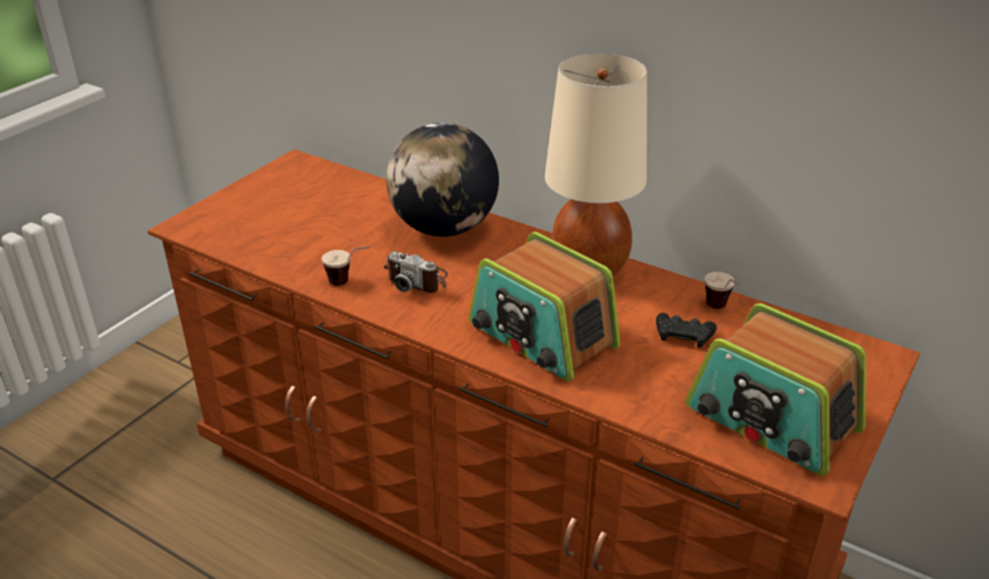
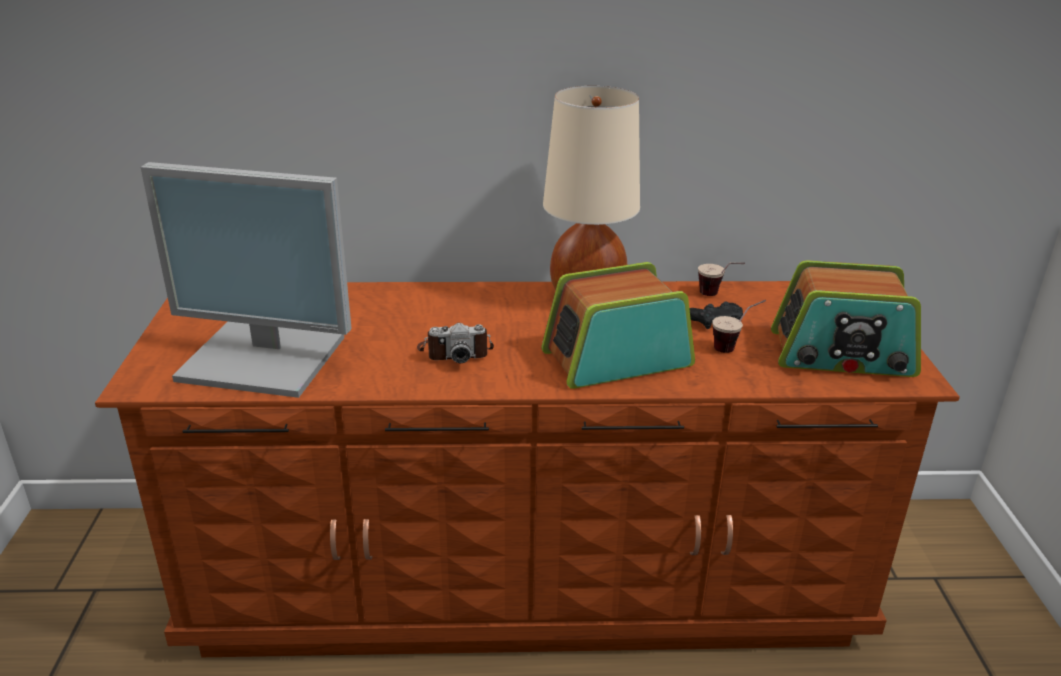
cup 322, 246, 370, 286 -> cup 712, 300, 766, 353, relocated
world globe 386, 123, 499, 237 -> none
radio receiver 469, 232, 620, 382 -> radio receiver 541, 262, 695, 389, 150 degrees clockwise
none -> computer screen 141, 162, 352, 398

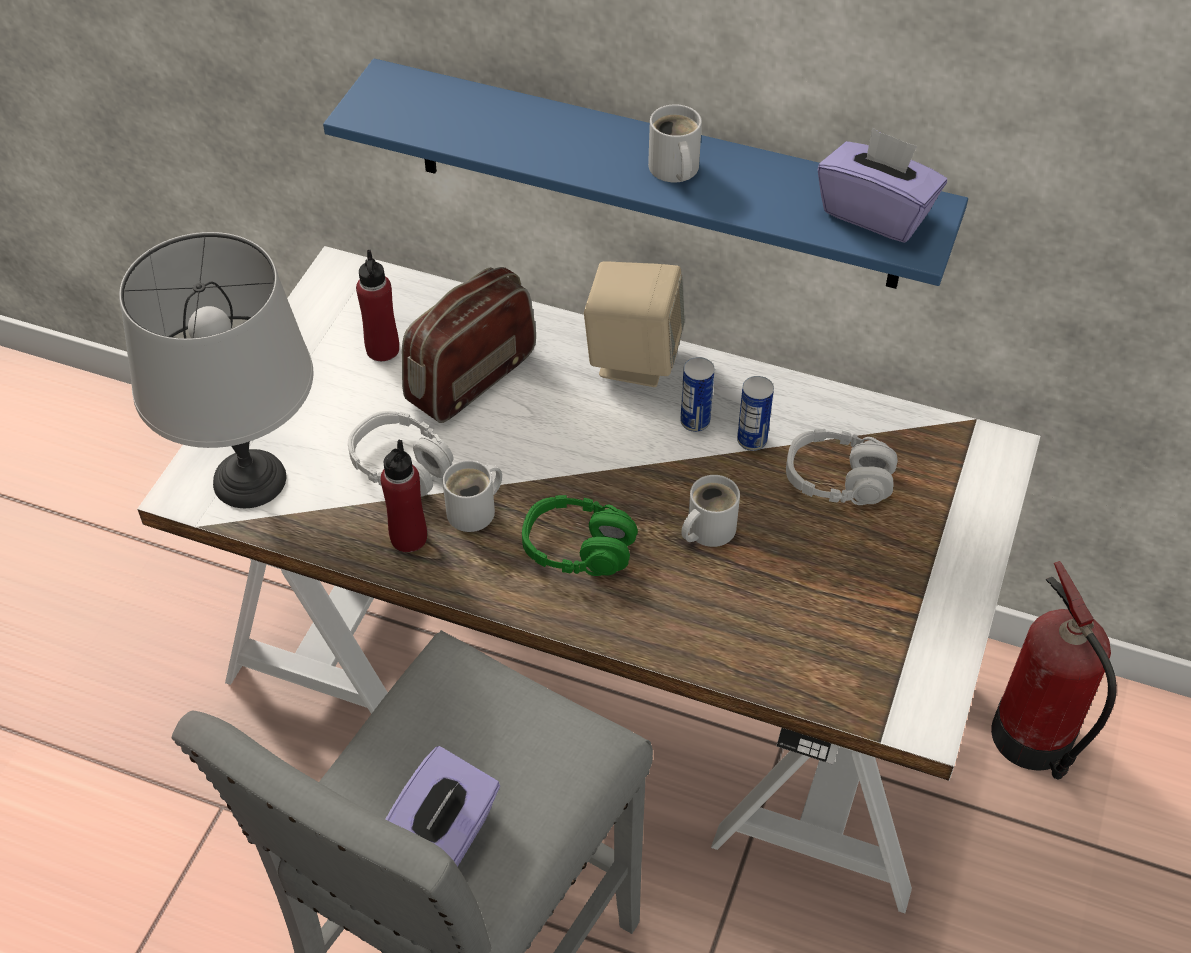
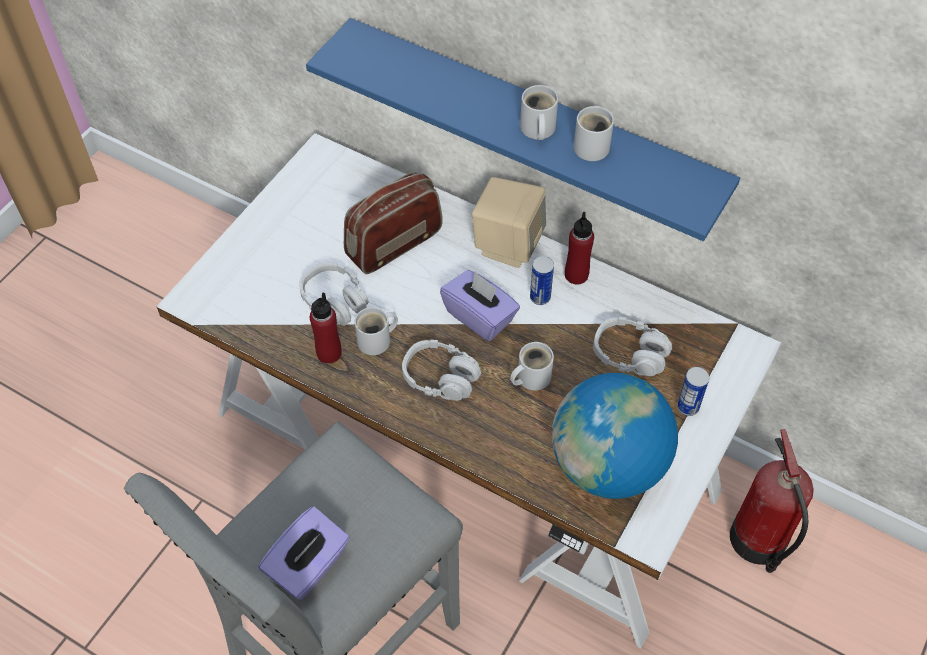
gray lamp for a table 119, 232, 313, 508 -> none
reddish beverage bottle 356, 250, 399, 361 -> reddish beverage bottle 565, 212, 594, 284, relocated
green-coloured headphones 522, 495, 638, 576 -> gray headphones 402, 340, 481, 401
metal can 737, 376, 774, 451 -> metal can 677, 367, 709, 416, relocated
purple-coloured tissue holder 818, 128, 947, 243 -> purple-coloured tissue holder 440, 270, 520, 341, relocated
none -> world globe 552, 373, 678, 499
none -> white mug 574, 106, 614, 161

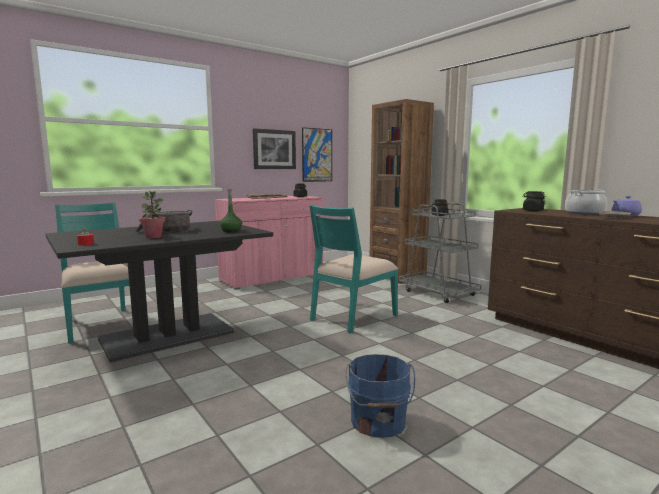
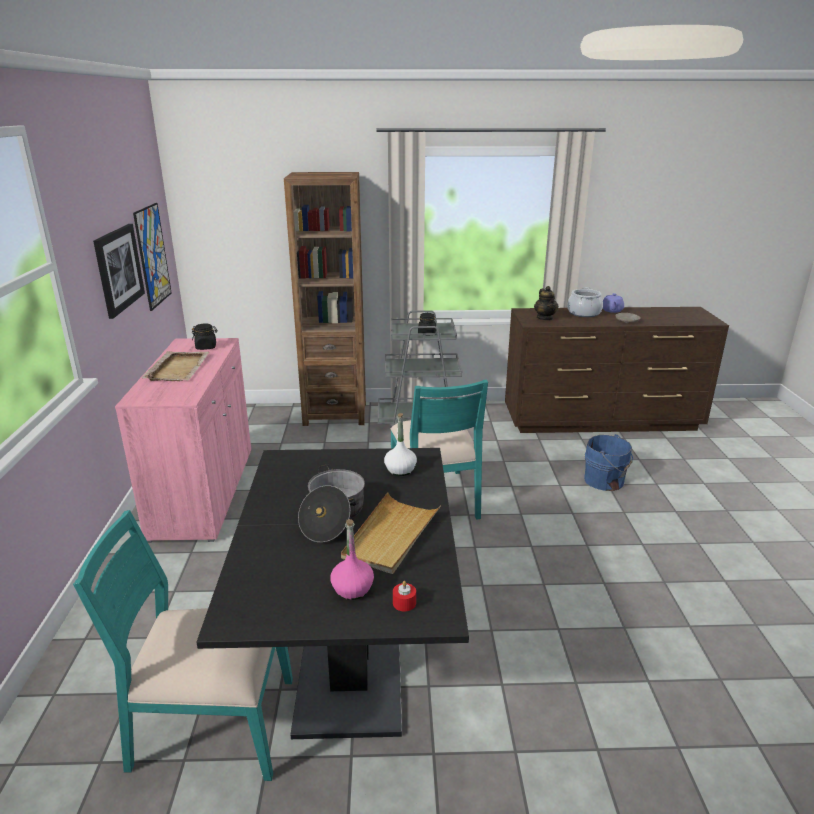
potted plant 139, 191, 165, 238 -> beige-coloured serving tray 341, 492, 441, 574
green-coloured beverage bottle 220, 189, 242, 232 -> white beverage bottle 384, 413, 417, 476
blue-coloured water bucket 345, 354, 415, 438 -> blue-coloured water bucket 584, 434, 633, 491, relocated
blackish storage jar 522, 191, 546, 211 -> tea pot 534, 286, 558, 321
none -> pink beverage bottle 330, 519, 374, 600

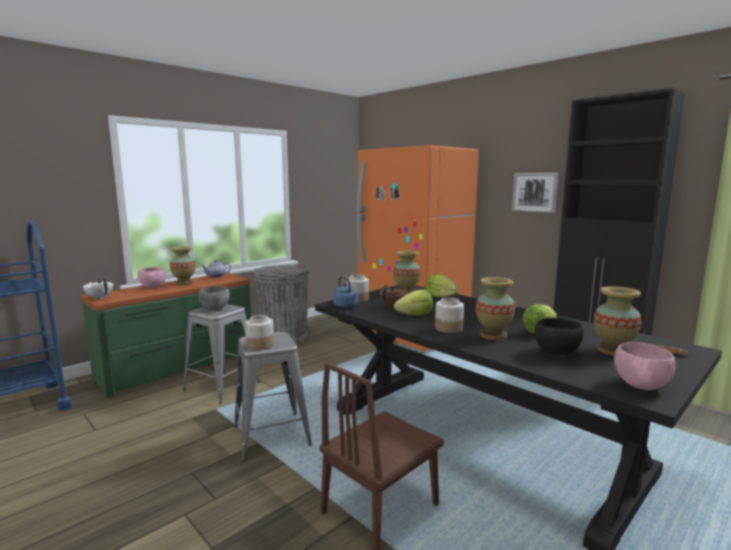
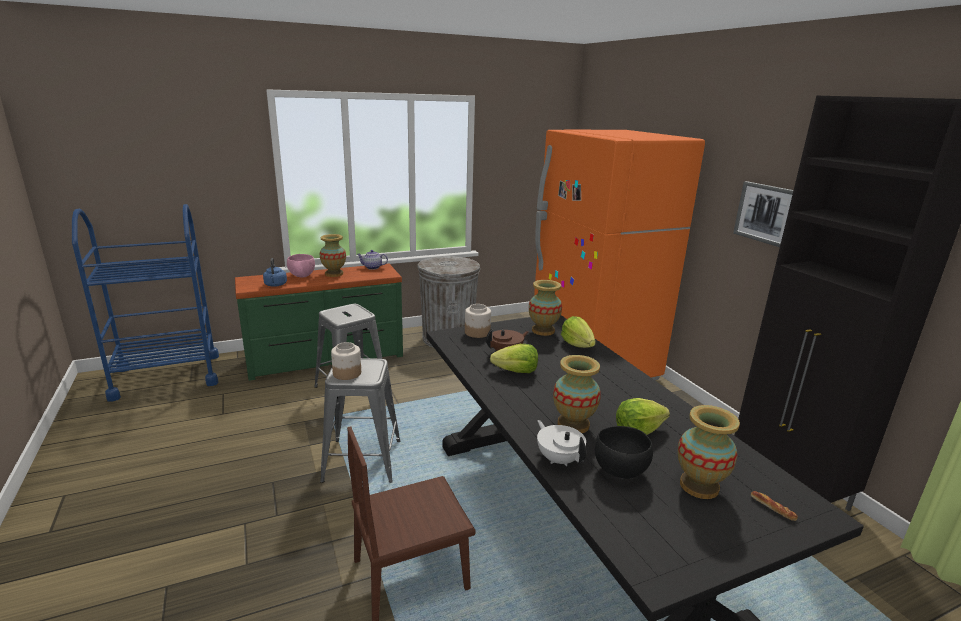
white tea pot 83, 277, 113, 299 -> white tea pot 537, 420, 586, 466, relocated
gray bowl 199, 286, 230, 310 -> none
blue-coloured kettle 333, 276, 358, 308 -> blue-coloured kettle 263, 258, 287, 287, relocated
storage jar 435, 297, 464, 333 -> none
pink bowl 614, 342, 676, 390 -> none

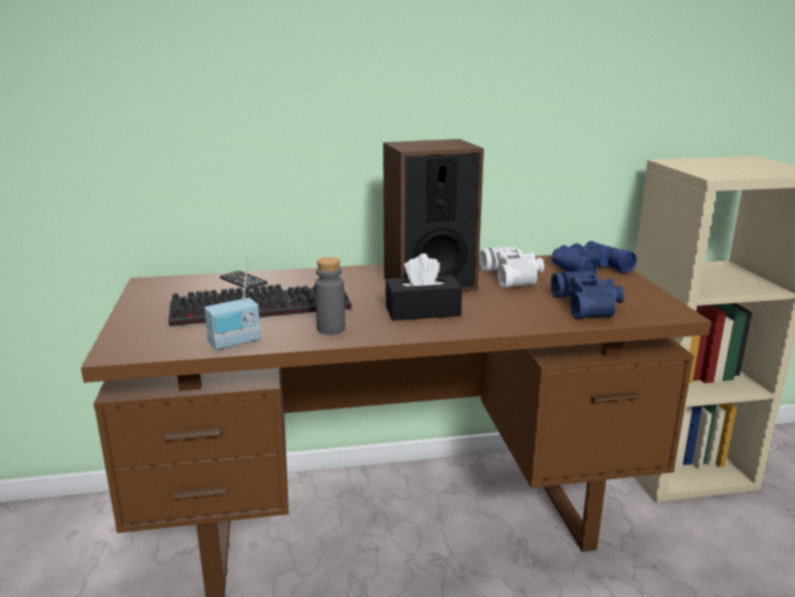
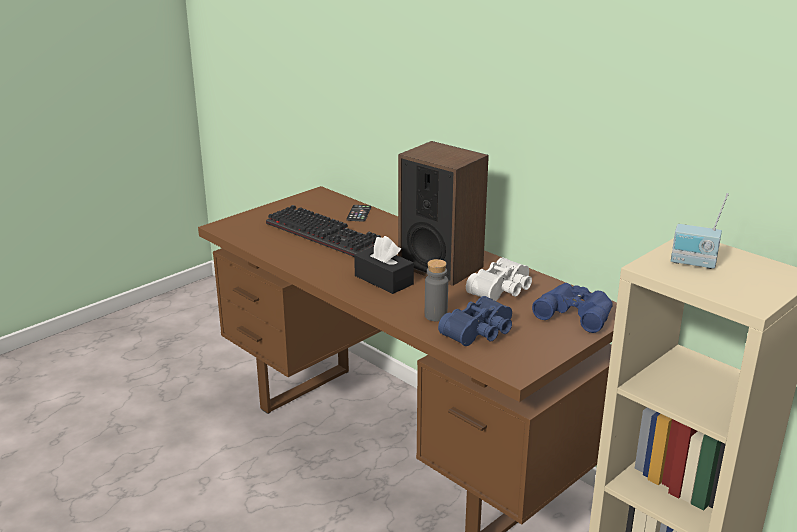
radio receiver 204, 256, 261, 350 -> radio receiver 671, 193, 729, 269, relocated
gray beverage bottle 315, 257, 345, 335 -> gray beverage bottle 425, 259, 448, 321, relocated

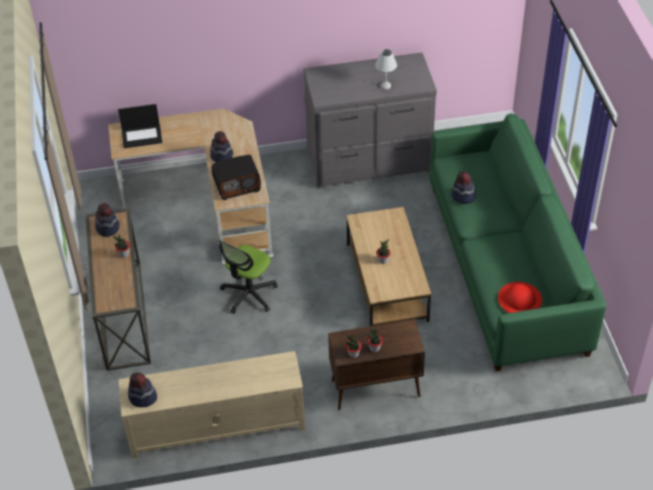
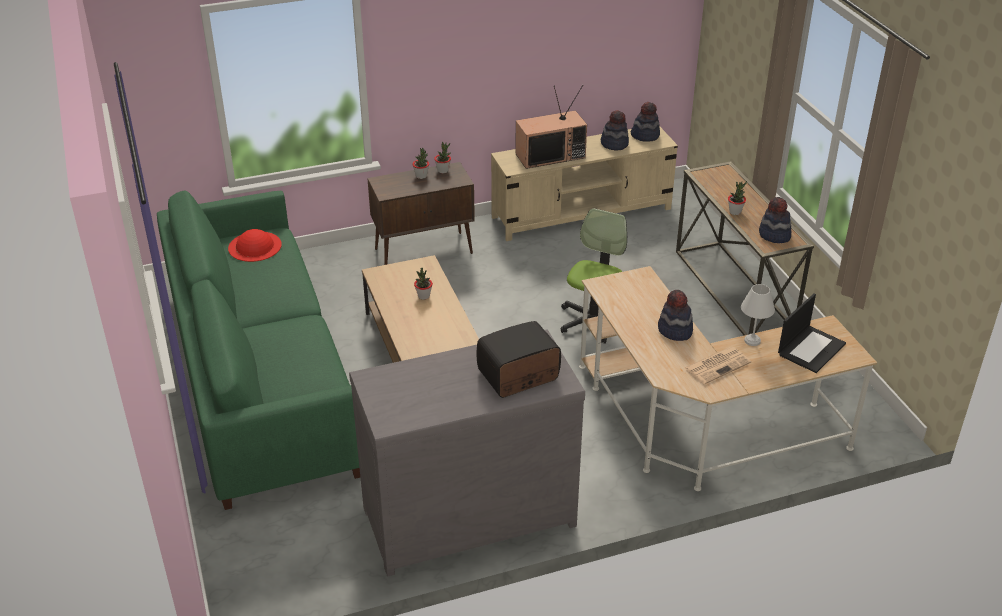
laptop 118, 104, 162, 148 -> laptop 778, 293, 846, 373, 150 degrees clockwise
radio receiver 212, 155, 261, 200 -> radio receiver 476, 321, 561, 398, relocated
white lamp for a table 375, 49, 397, 90 -> white lamp for a table 741, 284, 775, 346, relocated
hat 451, 171, 475, 204 -> hat 601, 110, 629, 151, relocated
none -> TV set 515, 85, 587, 169
none -> daily paper 684, 347, 751, 384

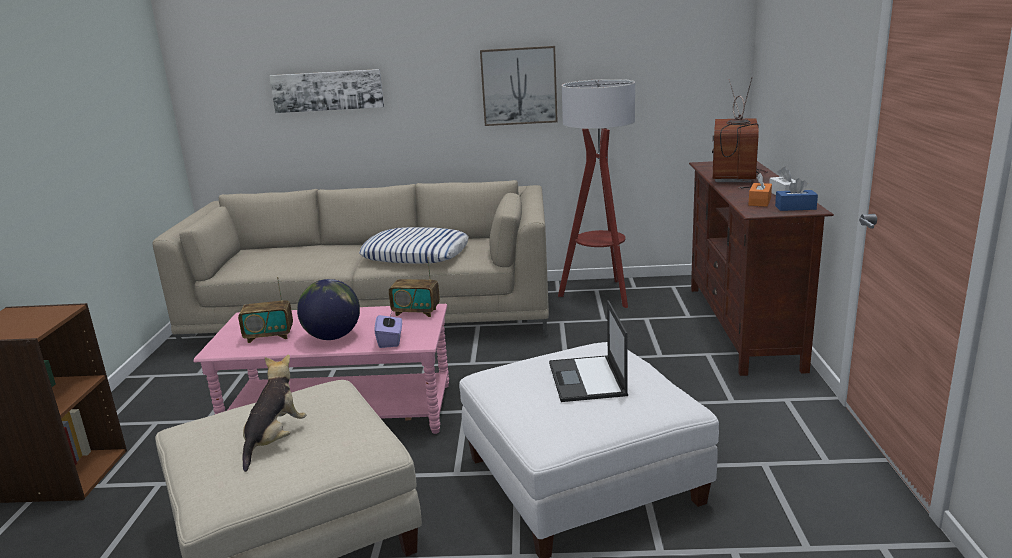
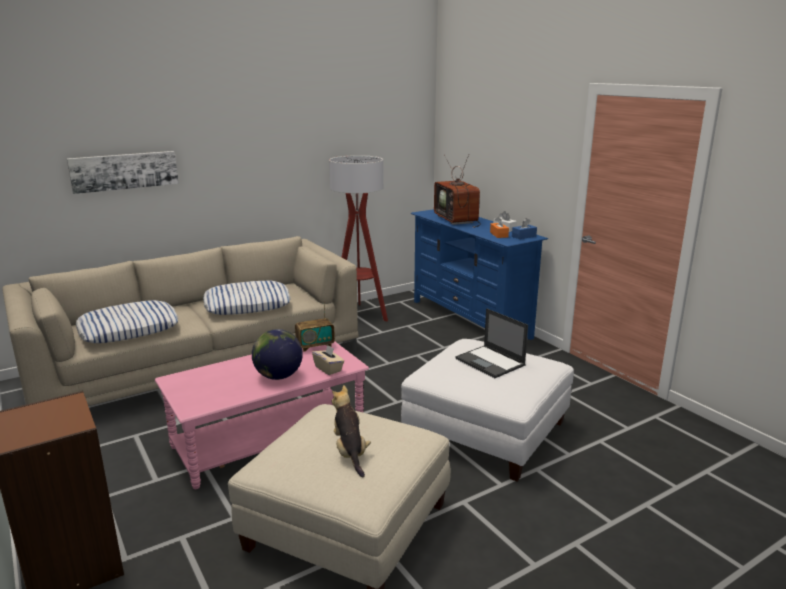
radio receiver 238, 277, 293, 343 -> none
purple-coloured tissue holder 374, 312, 402, 348 -> beige-coloured tissue holder 312, 344, 344, 375
wall picture 480, 46, 558, 126 -> none
brown tv stand 689, 161, 834, 376 -> blue-coloured tv stand 410, 209, 548, 340
none -> cushion 76, 300, 179, 343

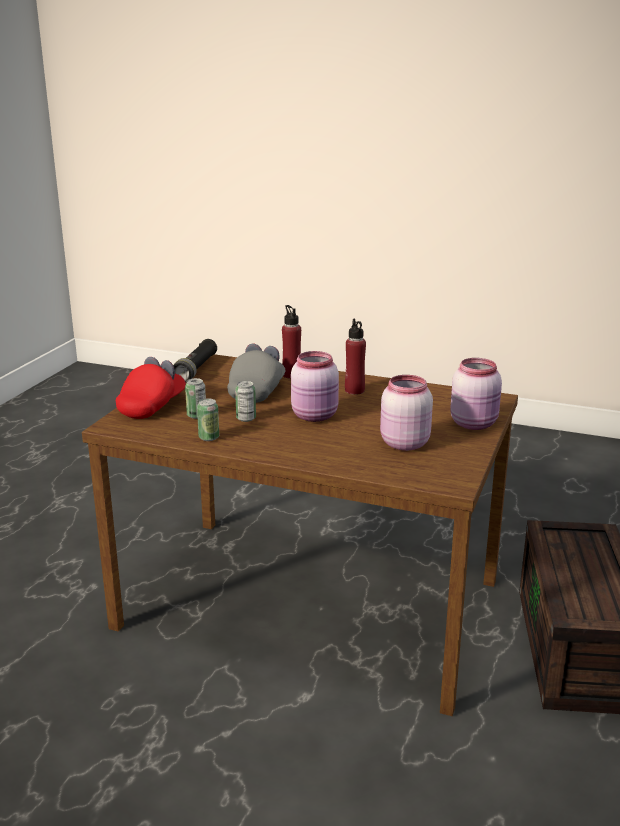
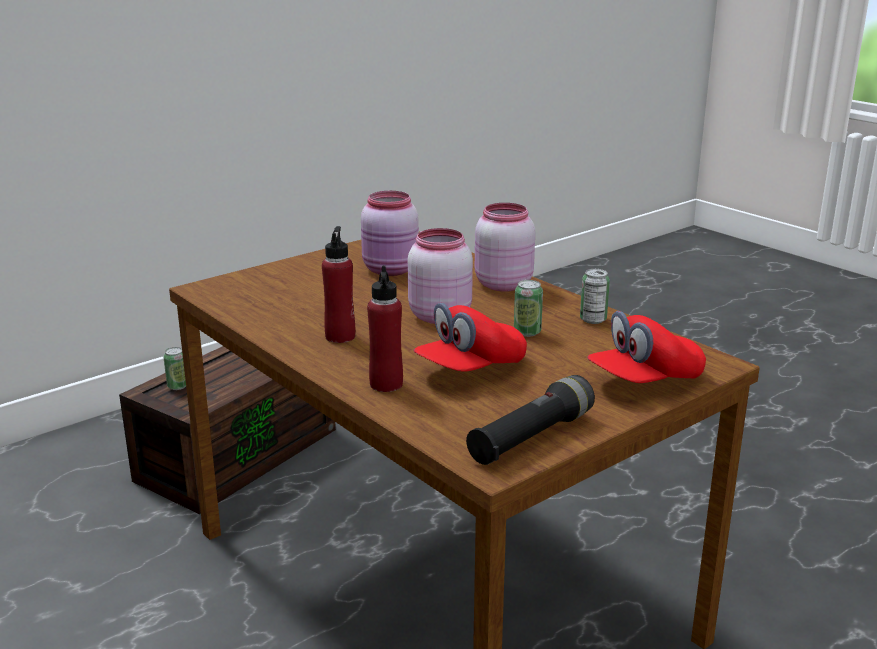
metal can 185, 378, 206, 419 -> metal can 164, 347, 186, 390, relocated
gray peaked cap 227, 344, 286, 403 -> reddish peaked cap 413, 302, 527, 372
pink storage jar 450, 358, 502, 430 -> pink storage jar 475, 203, 535, 292, relocated

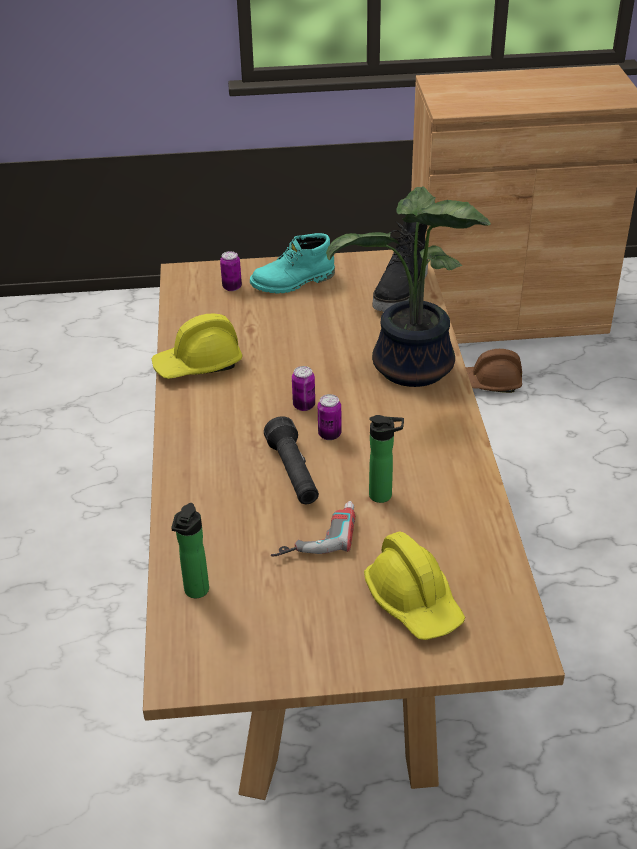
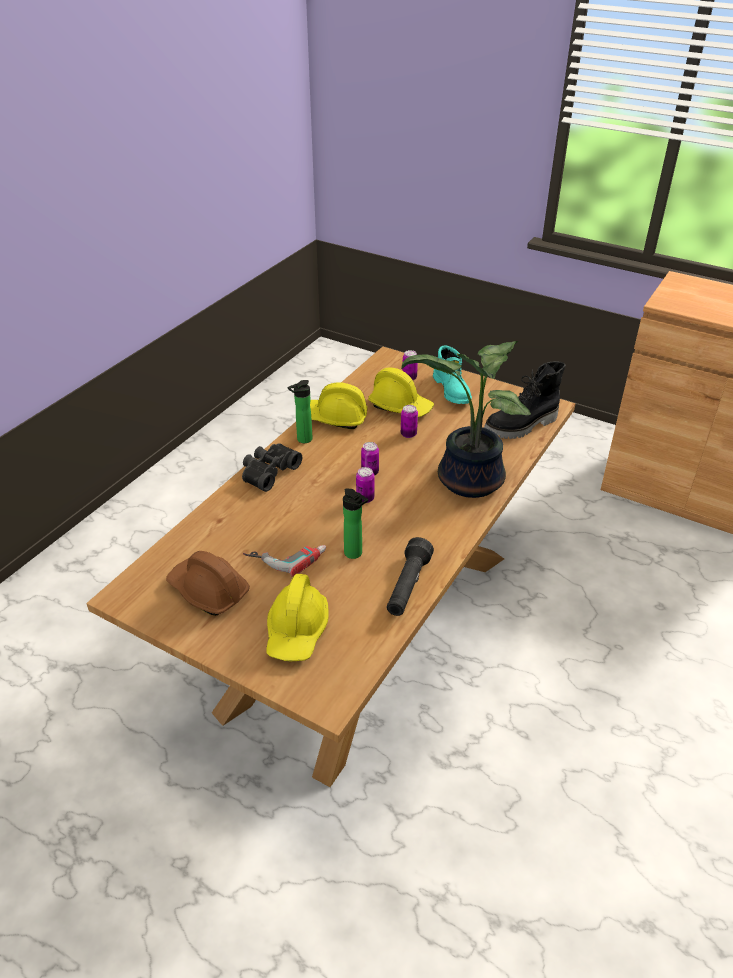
beverage bottle 171, 503, 209, 598 -> beverage bottle 287, 380, 312, 443, relocated
blue-green high-top boot 250, 233, 335, 293 -> blue-green high-top boot 433, 346, 472, 404, 120 degrees counterclockwise
blackish torch 264, 416, 319, 504 -> blackish torch 387, 537, 434, 616, relocated
brown safety helmet 466, 349, 522, 393 -> brown safety helmet 166, 551, 250, 616, relocated
none -> blackish field glasses 242, 443, 302, 492
none -> yellow-coloured safety helmet 368, 367, 434, 417
none -> metal can 401, 405, 418, 438

